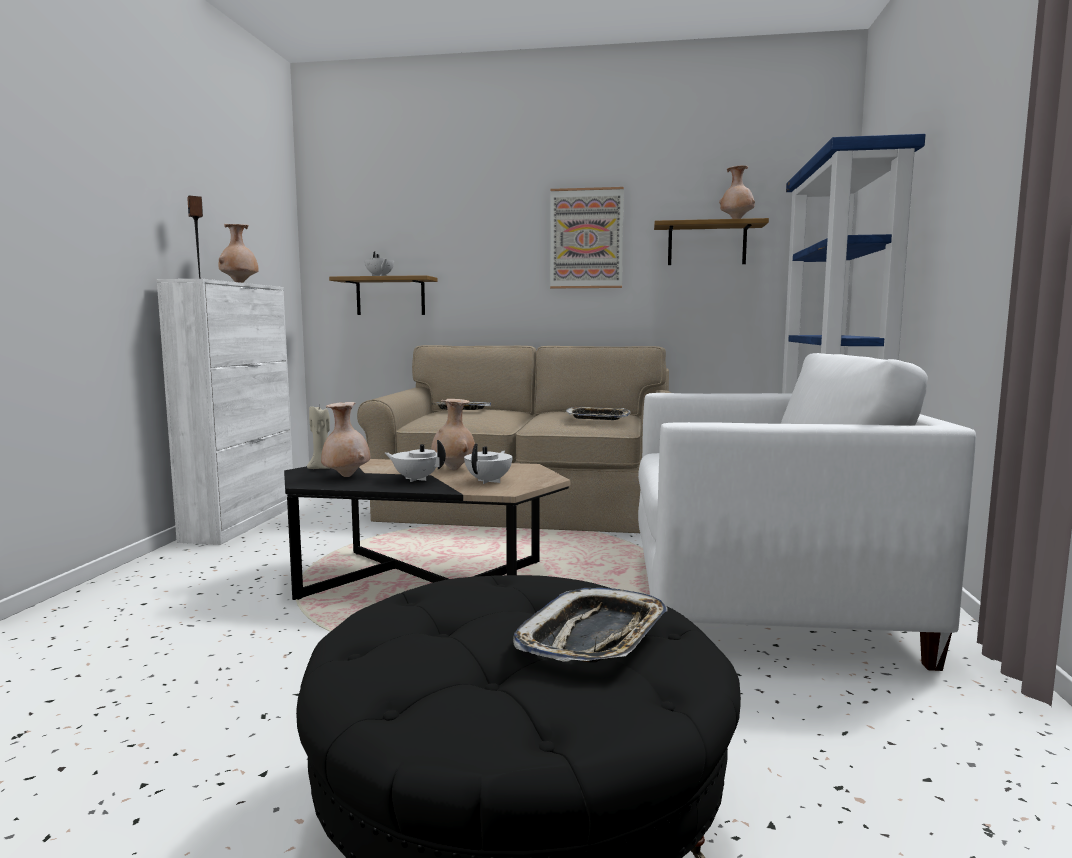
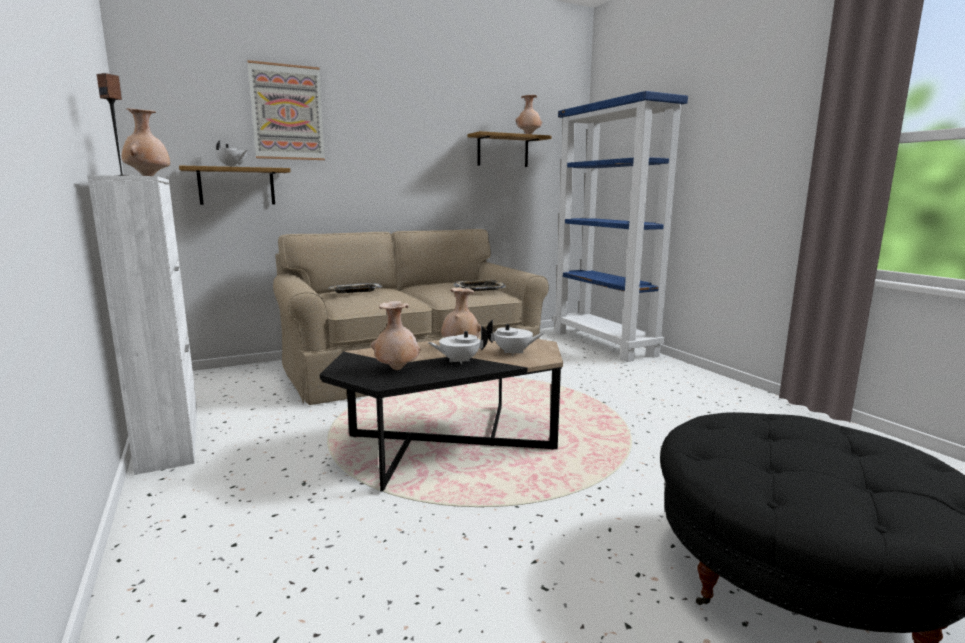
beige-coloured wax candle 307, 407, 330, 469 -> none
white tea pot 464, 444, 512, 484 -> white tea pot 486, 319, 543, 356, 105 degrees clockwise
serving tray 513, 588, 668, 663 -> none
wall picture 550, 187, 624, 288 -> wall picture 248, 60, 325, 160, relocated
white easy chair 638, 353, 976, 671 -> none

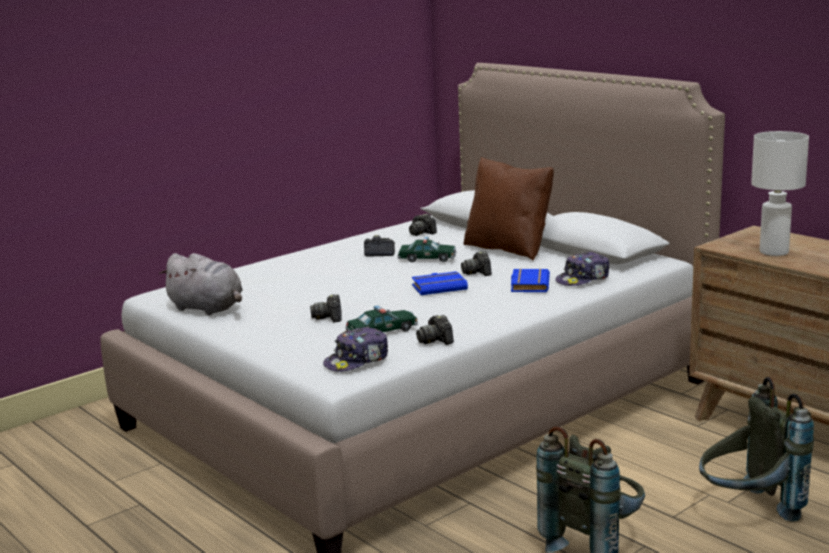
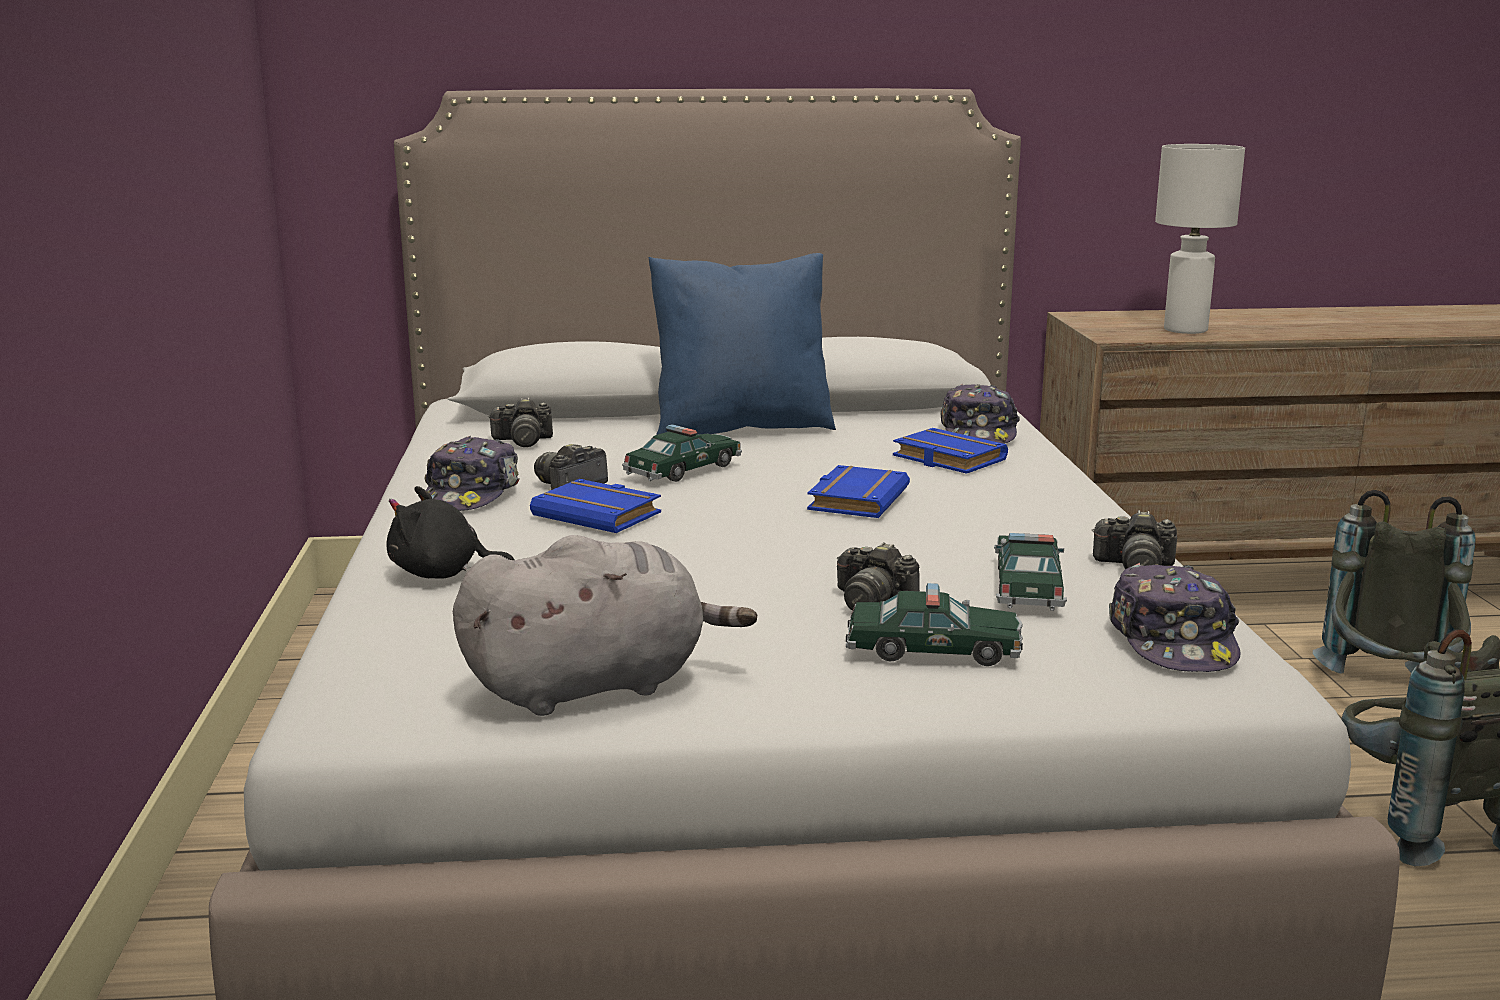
photo camera 461, 251, 492, 276 -> none
brown cushion 464, 157, 554, 261 -> blue-coloured cushion 649, 253, 836, 435
none -> blackish cuddly toy 387, 486, 515, 579
none -> peaked cap 421, 436, 520, 511
none -> blue-coloured volume 530, 479, 661, 533
none -> model car 846, 583, 1023, 666

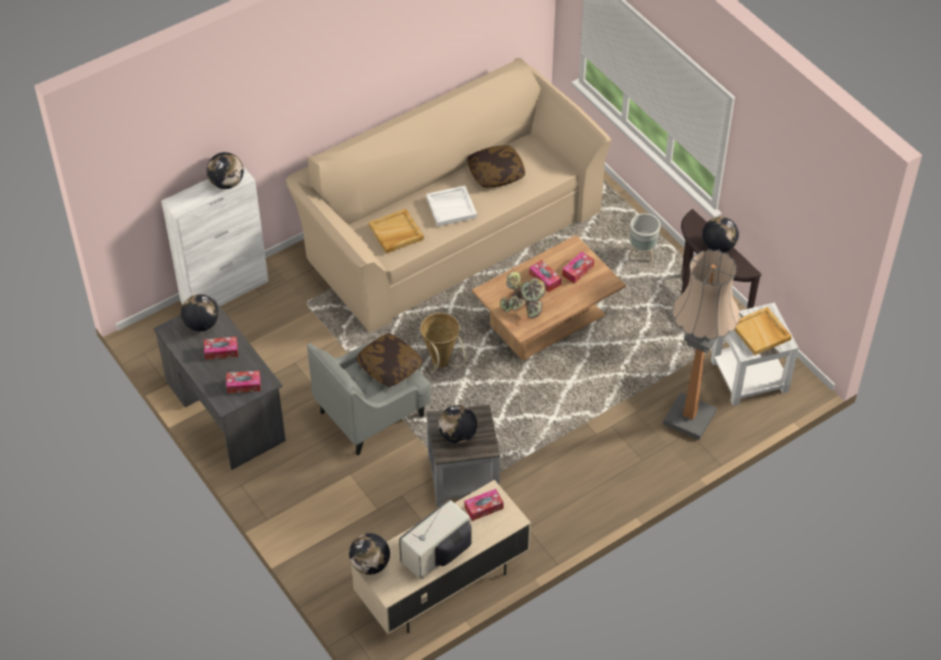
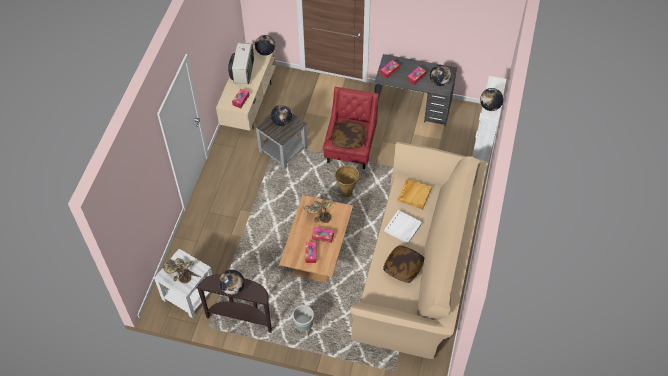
gray easy chair 307, 341, 431, 456 -> reddish easy chair 323, 87, 379, 169
standard lamp 663, 249, 740, 440 -> none
beige-coloured serving tray 734, 307, 792, 356 -> potted plant 163, 258, 194, 283

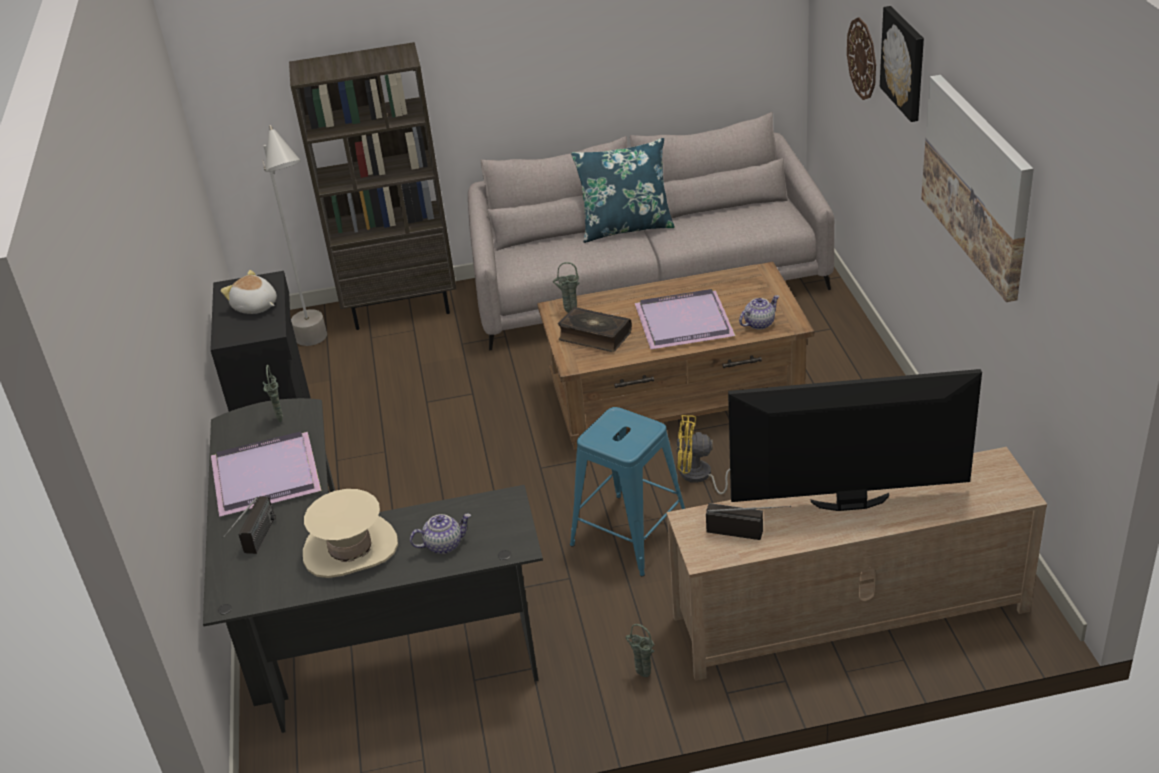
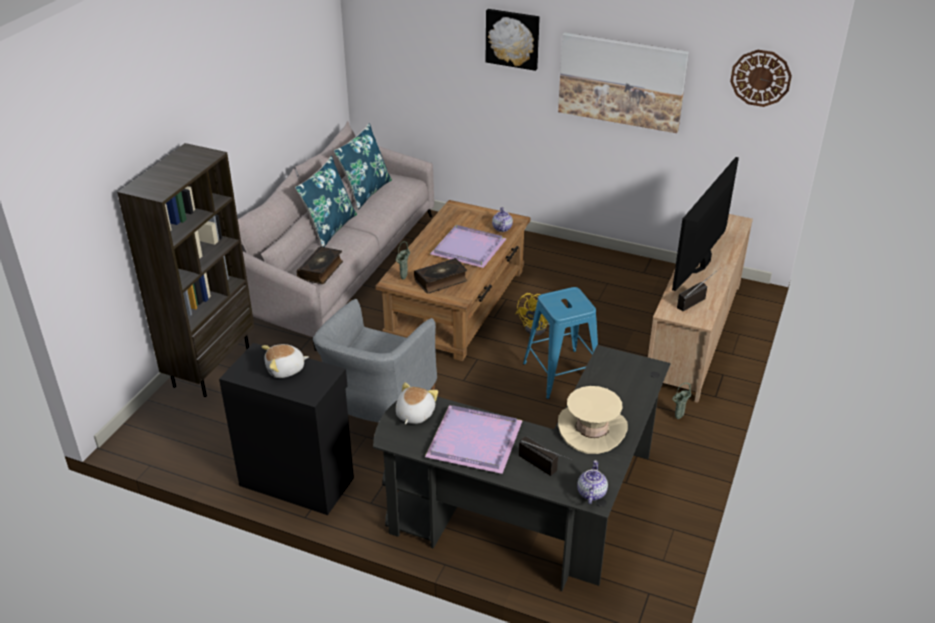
gray standard lamp 262, 125, 327, 346 -> none
green-coloured decorative vase 263, 365, 283, 422 -> cuddly toy 396, 382, 438, 424
tea pot 410, 514, 471, 554 -> tea pot 577, 460, 608, 504, relocated
wall clock 847, 18, 876, 100 -> wall clock 730, 50, 792, 107, relocated
none -> volume 296, 246, 343, 284
none -> gray easy chair 313, 299, 437, 423
none -> blue-coloured cushion 334, 123, 392, 210

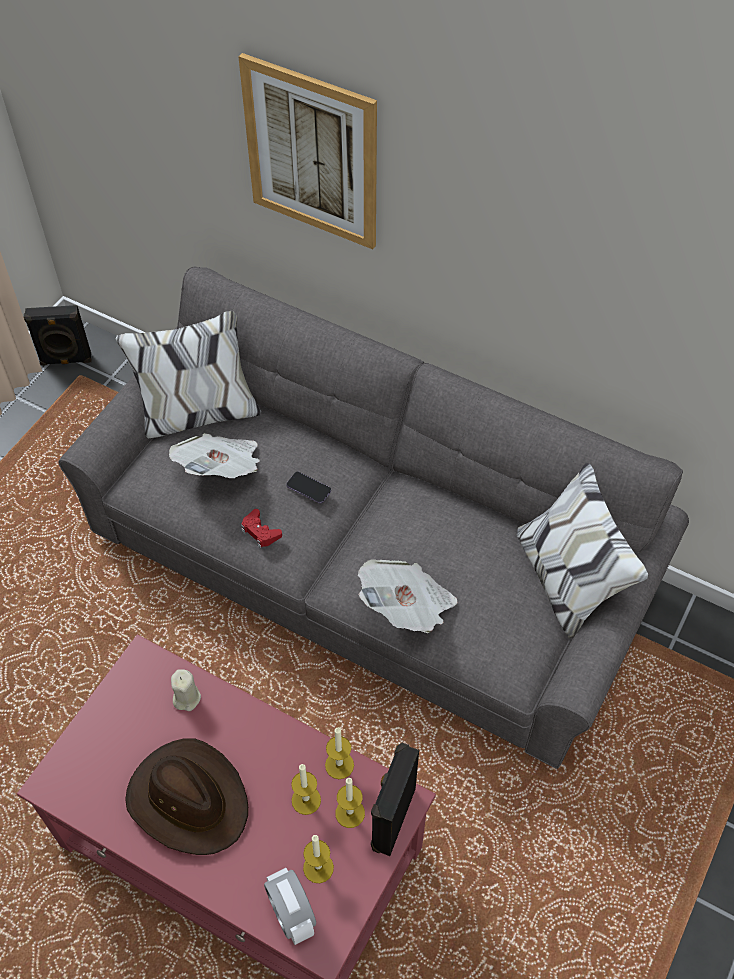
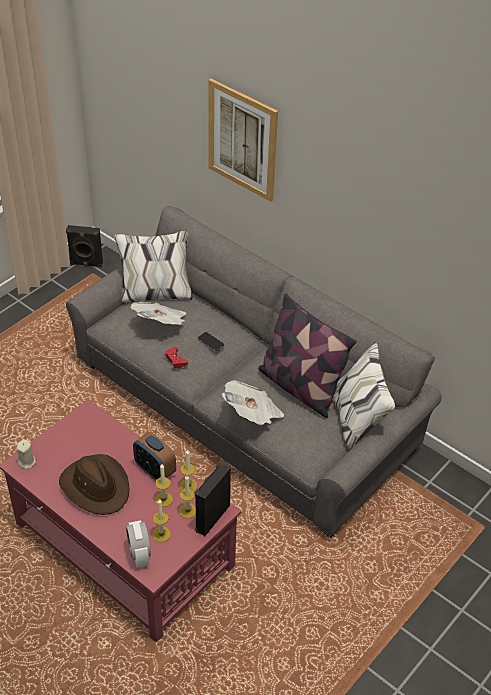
beige-coloured wax candle 171, 669, 201, 711 -> beige-coloured wax candle 17, 440, 36, 469, relocated
none -> alarm clock 133, 432, 176, 480
none -> cushion 258, 293, 357, 418

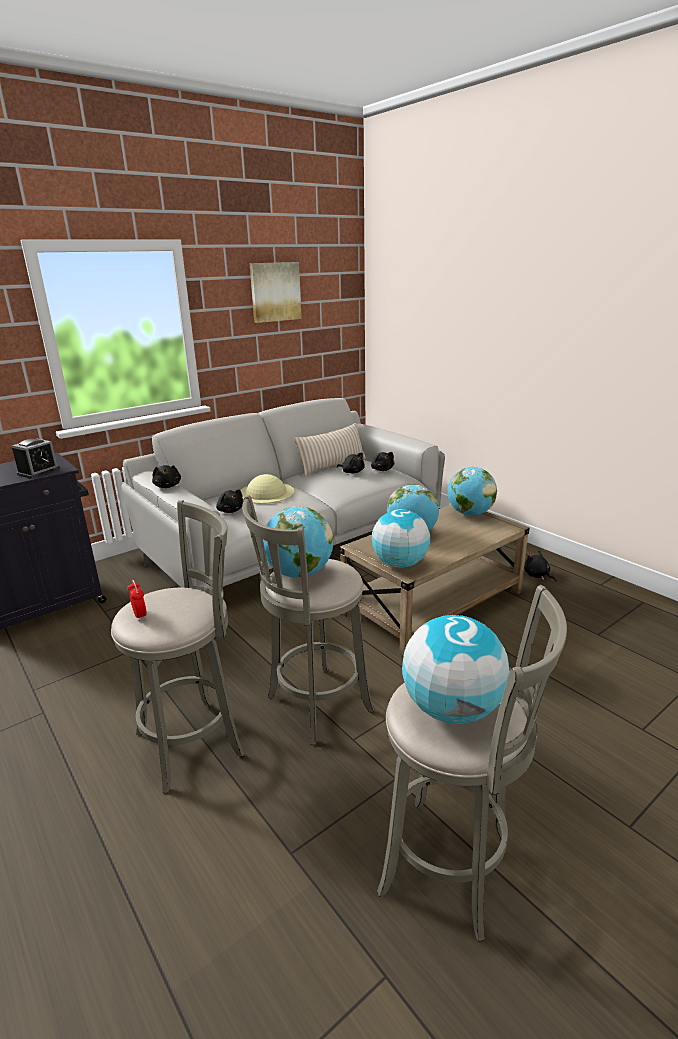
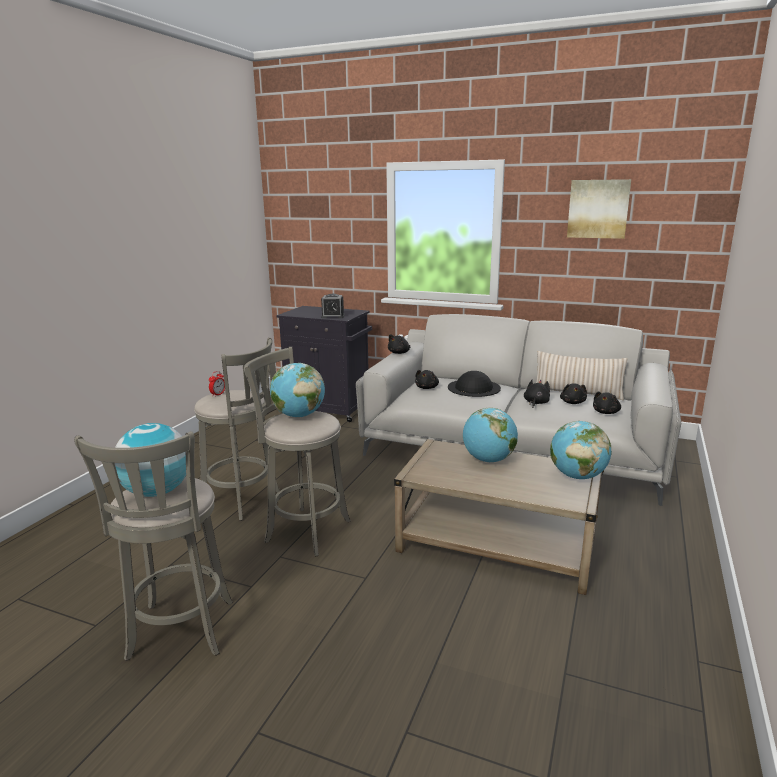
beige-coloured hat 241, 474, 295, 504 -> blackish hat 448, 371, 501, 397
world globe 372, 509, 430, 568 -> none
blackish cuddly toy 524, 550, 557, 582 -> blackish cuddly toy 524, 379, 550, 408, relocated

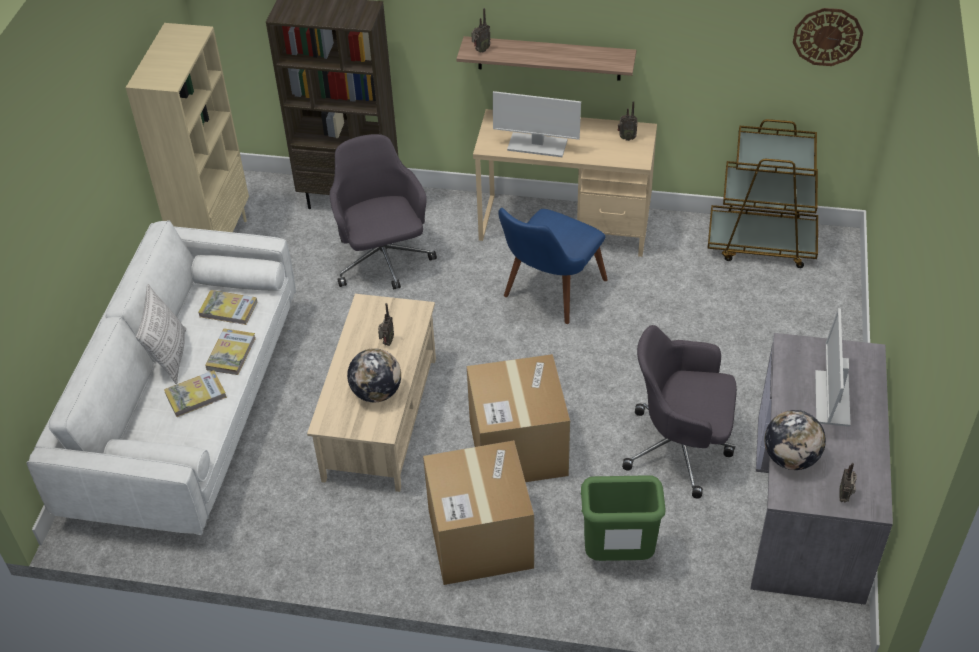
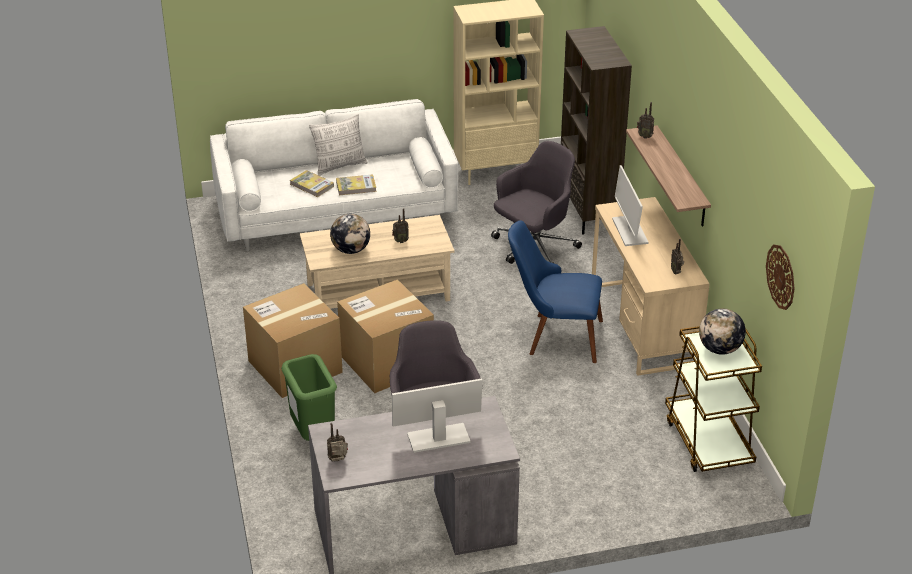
volume 198, 290, 258, 325 -> none
world globe 764, 410, 826, 470 -> world globe 699, 308, 746, 355, relocated

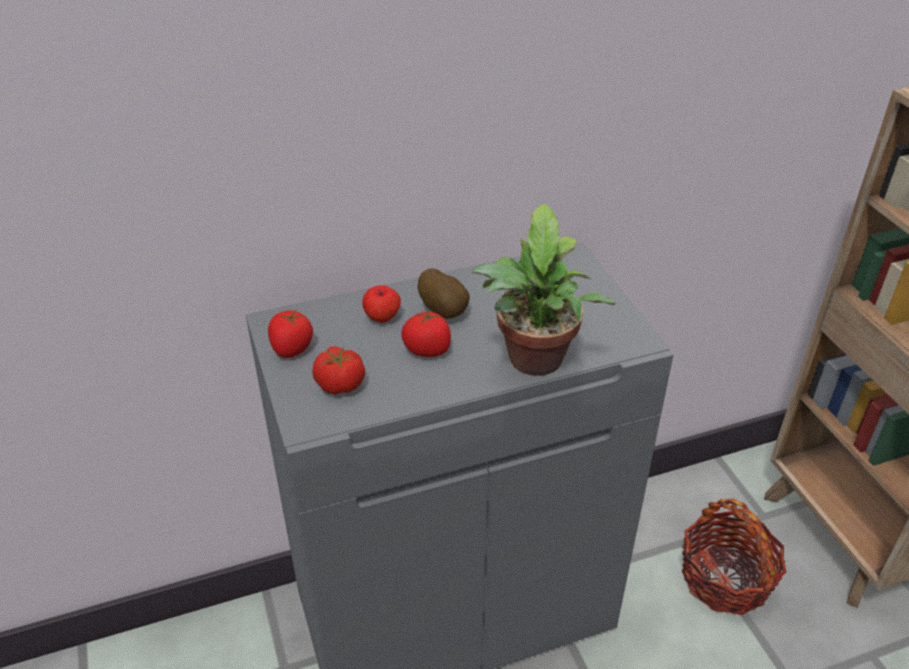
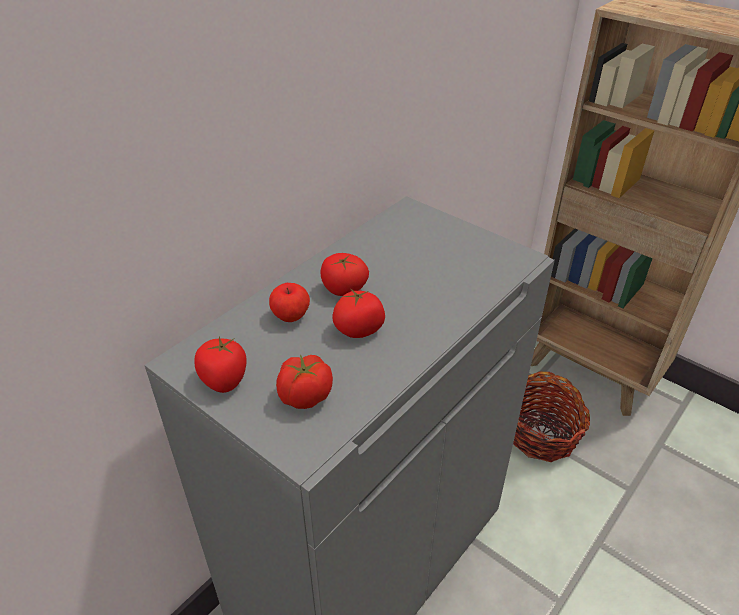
whole potato 418, 269, 470, 319 -> fresh tomato 320, 253, 369, 296
potted plant 472, 204, 616, 376 -> none

